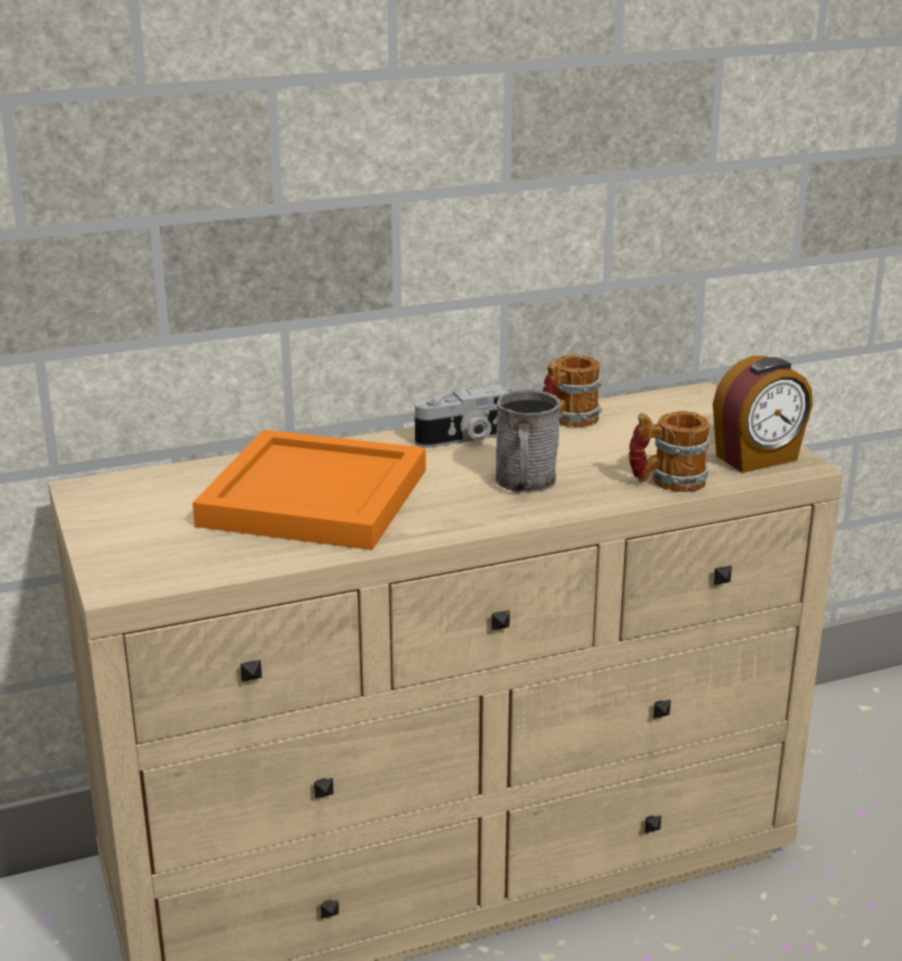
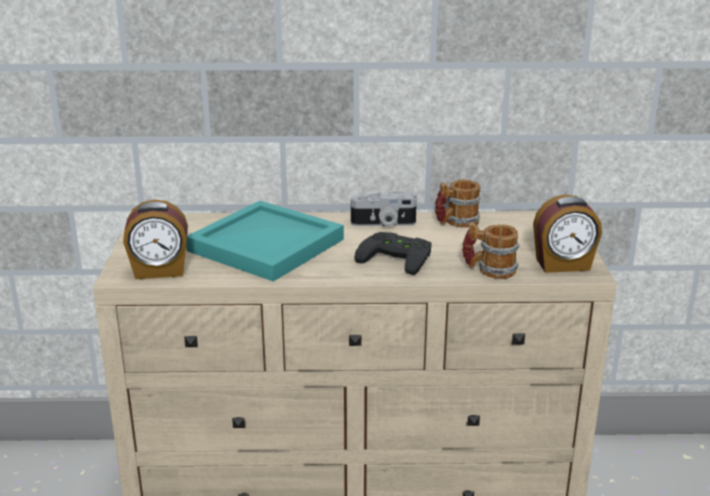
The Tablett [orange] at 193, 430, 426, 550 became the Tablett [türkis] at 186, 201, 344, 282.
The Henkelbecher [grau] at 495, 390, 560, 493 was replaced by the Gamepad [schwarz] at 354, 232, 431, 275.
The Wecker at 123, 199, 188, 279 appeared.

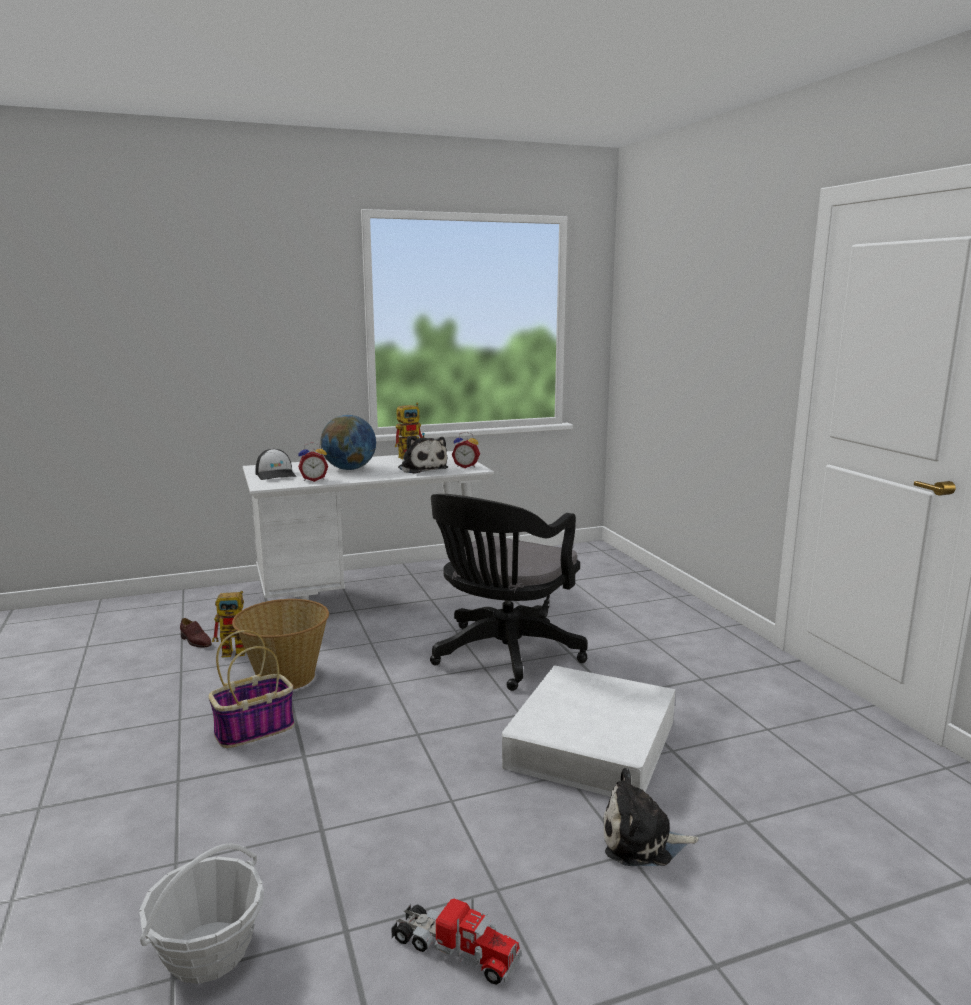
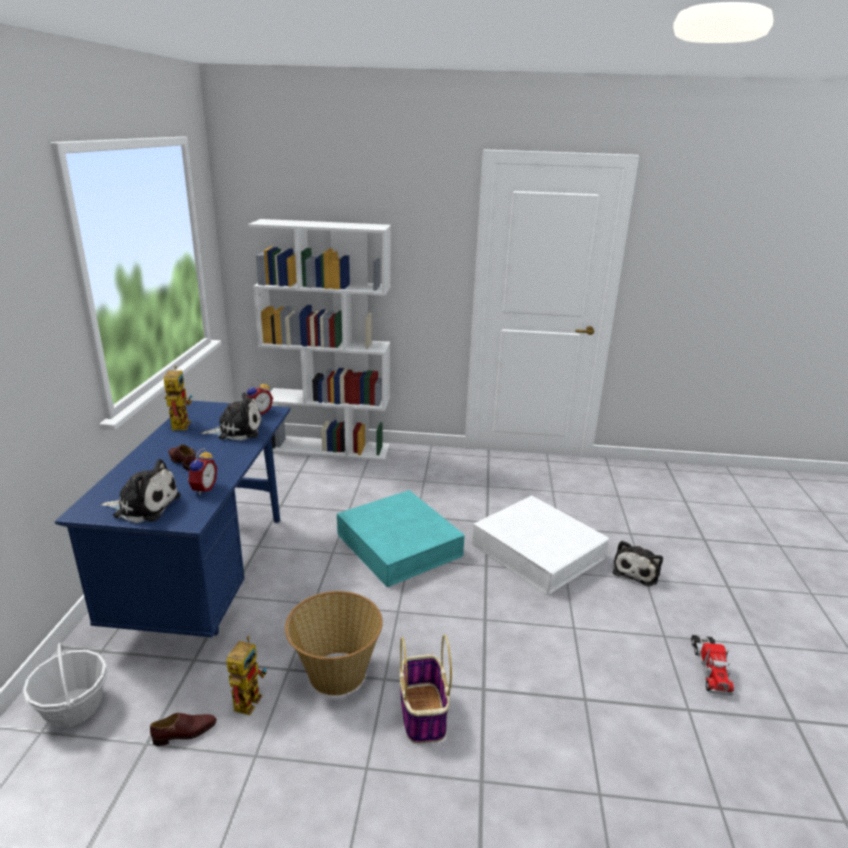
The Korb moved from 139, 843, 264, 984 to 23, 643, 108, 727.
The Schreibtisch [weiß] at 243, 451, 494, 600 became the Schreibtisch [blau] at 55, 401, 291, 637.
The Kappe at 255, 449, 296, 480 was replaced by the Plüschtier at 101, 459, 180, 523.
The Globus at 320, 415, 376, 470 was replaced by the Schuh [braun] at 169, 444, 196, 471.
The Spielzeuglaster at 391, 898, 521, 985 turned 135 degrees clockwise.
The Bürostuhl [schwarz] at 430, 494, 588, 691 was replaced by the Aufbewahrungsbox [türkis] at 337, 490, 465, 587.
The Bücherregal [weiß] at 248, 219, 391, 461 appeared.

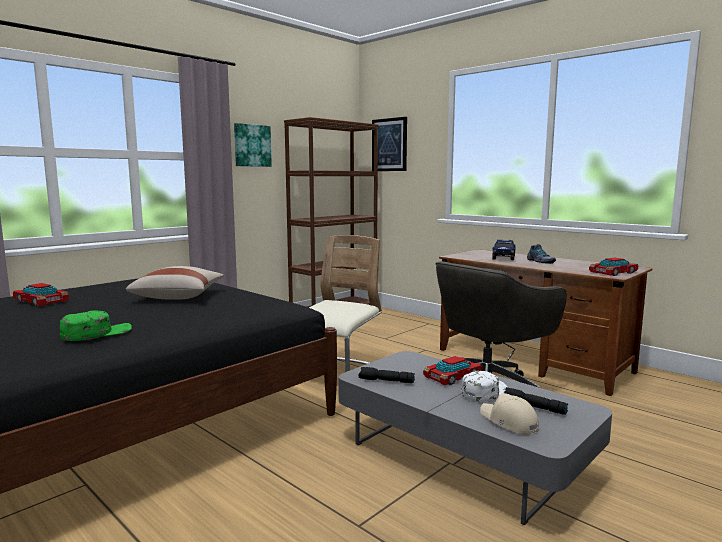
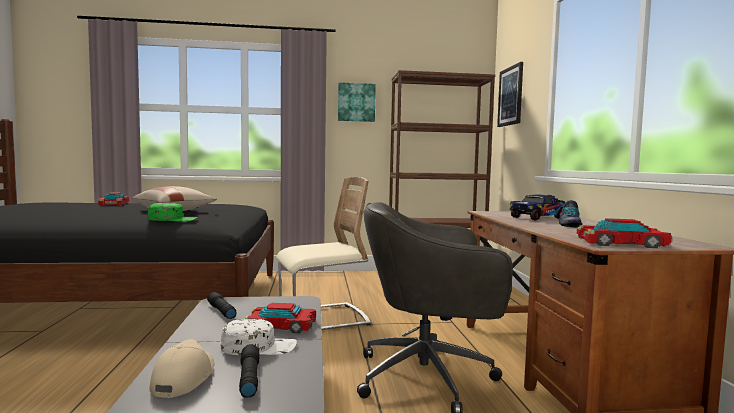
The Kappe [grün] moved from 60, 310, 132, 341 to 148, 203, 198, 222.

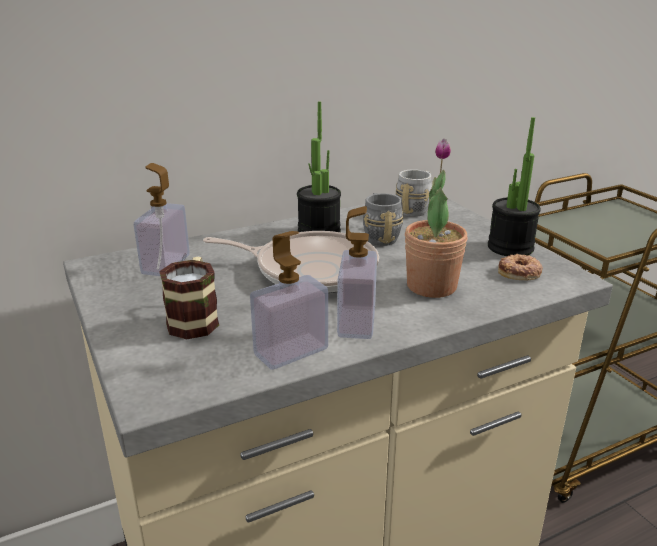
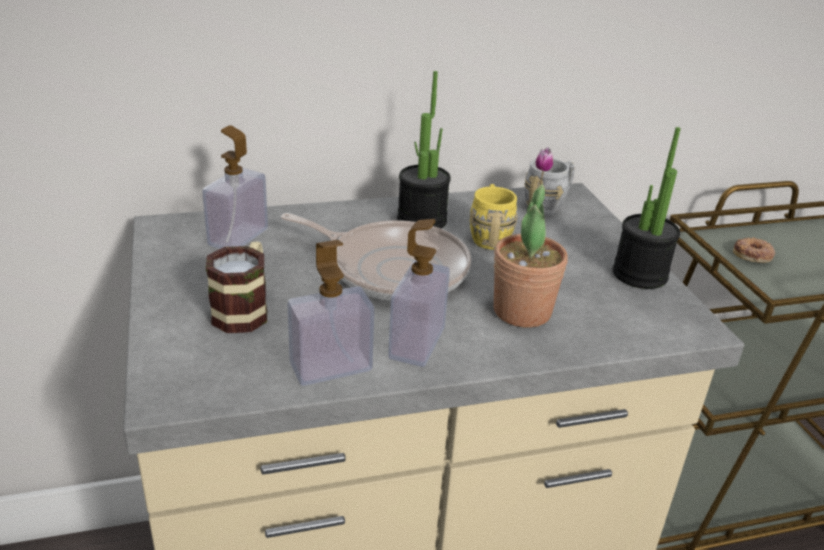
The Henkelbecher [grau] at 363, 193, 403, 246 became the Henkelbecher [gelb] at 470, 184, 518, 250.
The Donut moved from 498, 254, 543, 280 to 733, 237, 775, 263.

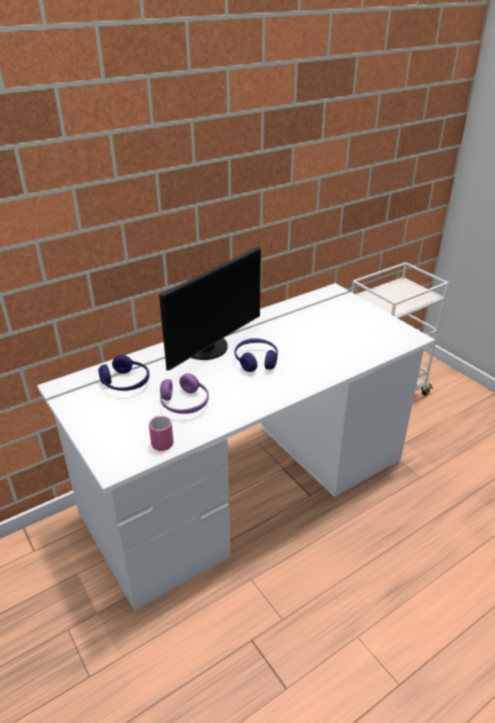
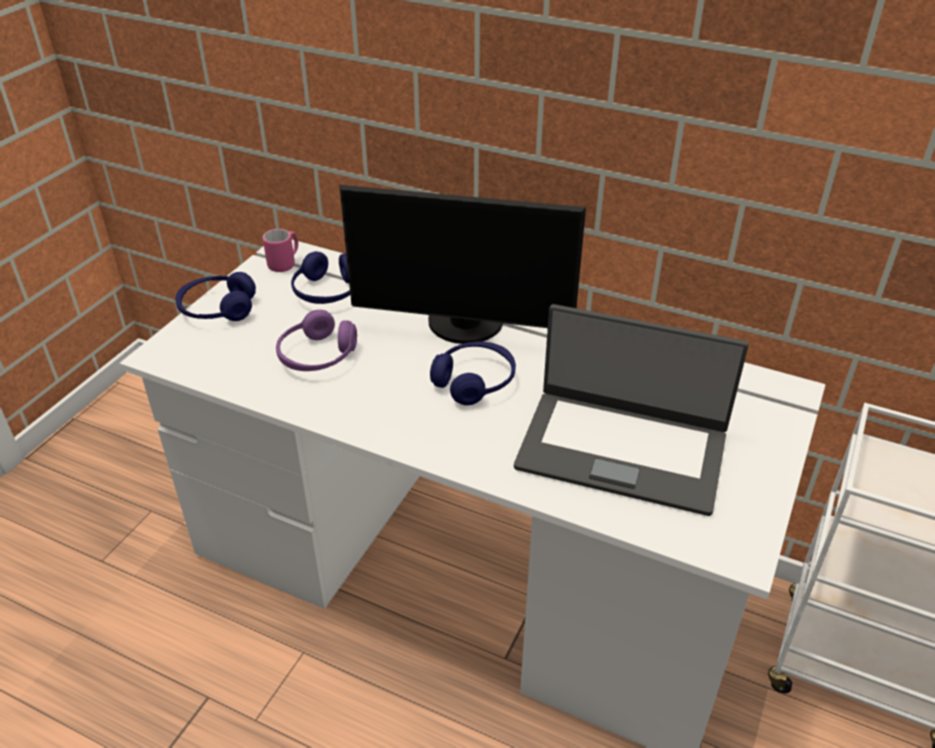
The Henkelbecher [rosa] moved from 149, 416, 173, 451 to 263, 229, 298, 272.
The Kopfhörer [blau] at 175, 272, 256, 321 appeared.
The Laptop at 514, 304, 749, 516 appeared.

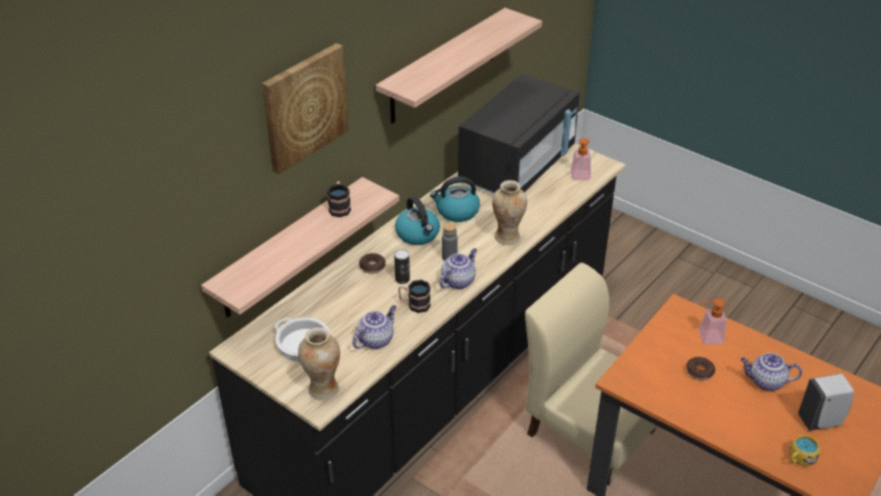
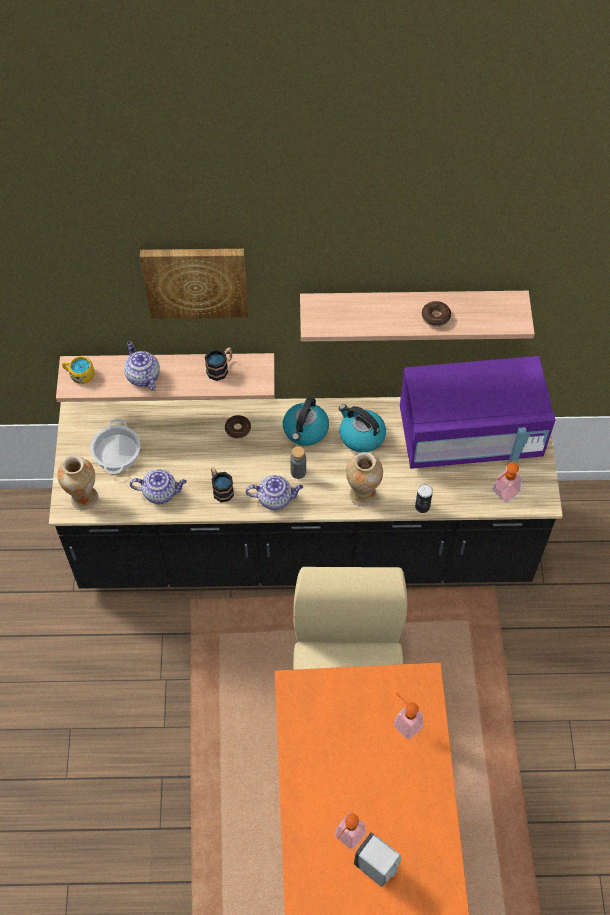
The Dose moved from 394, 249, 410, 284 to 415, 484, 433, 513.
The Mikrowelle [schwarz] at 458, 74, 580, 193 became the Mikrowelle [lila] at 400, 356, 556, 469.
The Donut moved from 686, 357, 715, 380 to 422, 301, 451, 327.
The Teekanne moved from 740, 353, 802, 391 to 124, 341, 160, 391.
The Henkelbecher [gelb] moved from 789, 435, 820, 466 to 62, 357, 95, 384.
The Seifenspender at 335, 813, 366, 849 appeared.

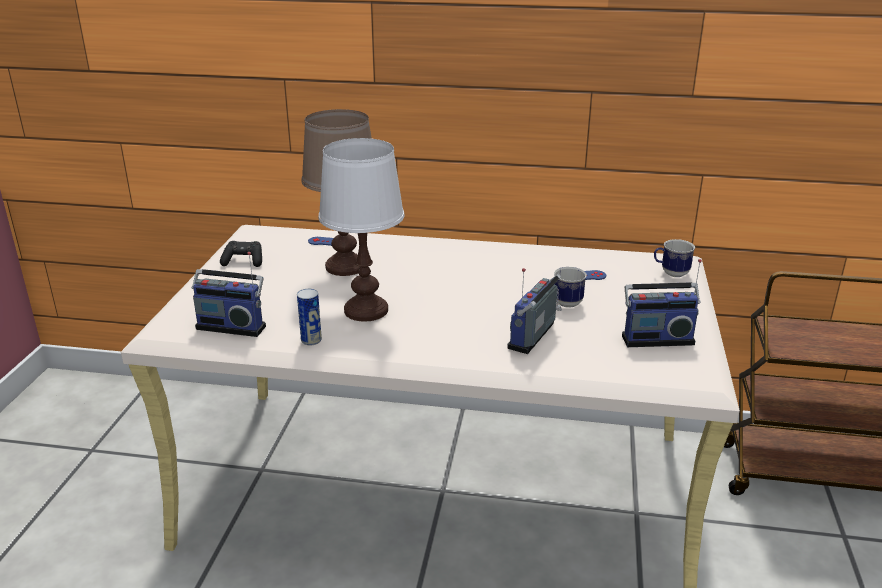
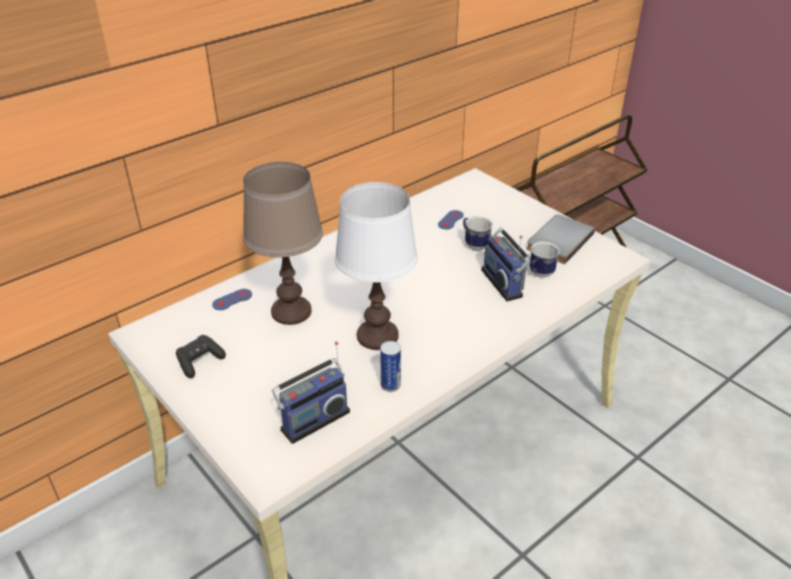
The Radio at 622, 259, 702, 347 was replaced by the Buch [grau] at 526, 214, 595, 264.
The Henkelbecher moved from 654, 239, 695, 277 to 530, 241, 560, 278.

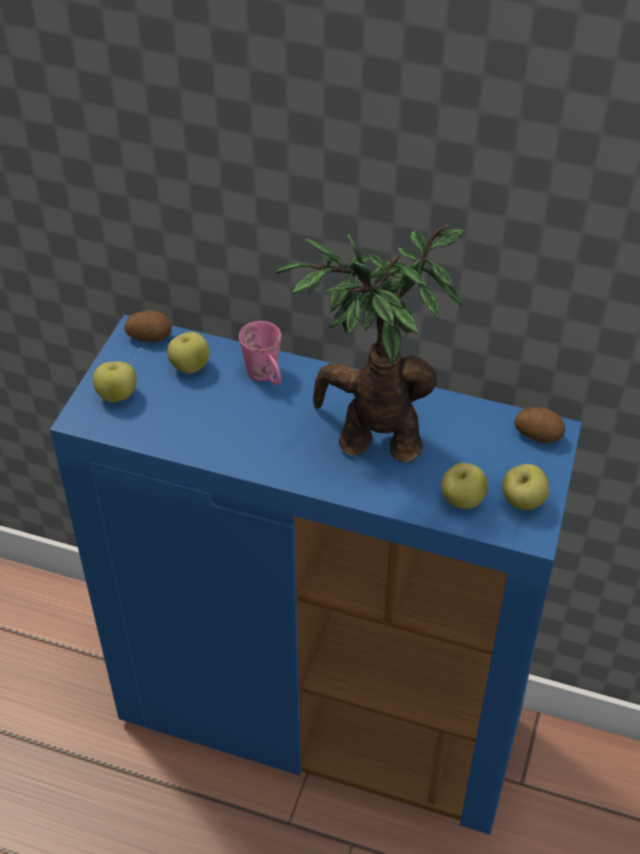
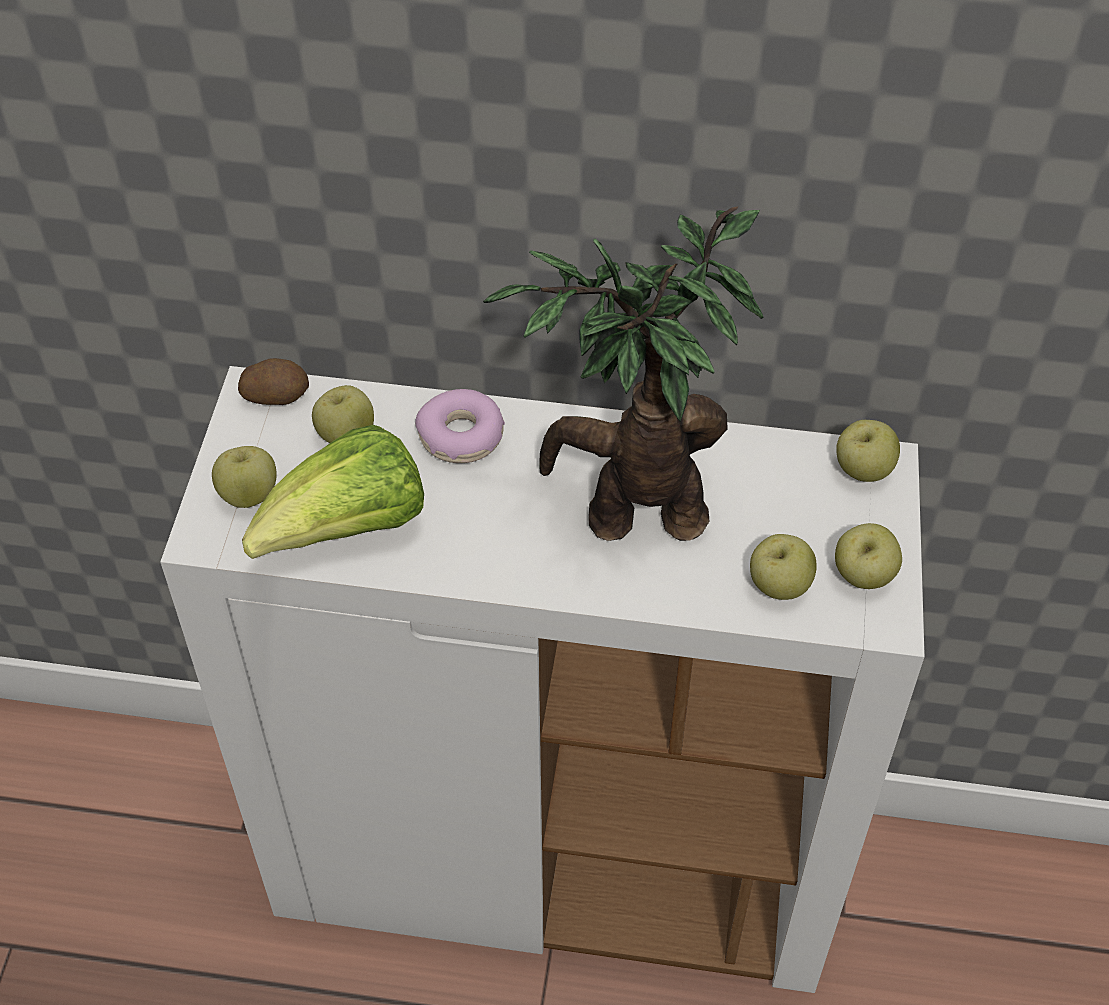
The Schrank [blau] at 50, 314, 582, 835 became the Schrank [weiß] at 160, 366, 925, 993.
The Henkelbecher [rosa] at 239, 321, 281, 385 was replaced by the Donut at 415, 389, 505, 463.
The Kartoffel at 514, 407, 565, 443 was replaced by the Apfel at 836, 420, 900, 482.
The Salatkopf at 242, 425, 424, 559 appeared.

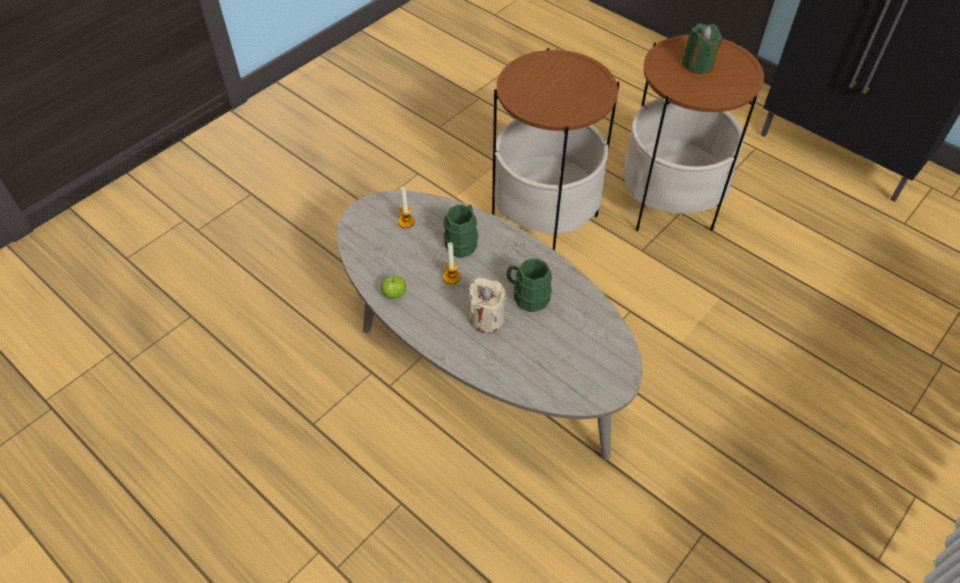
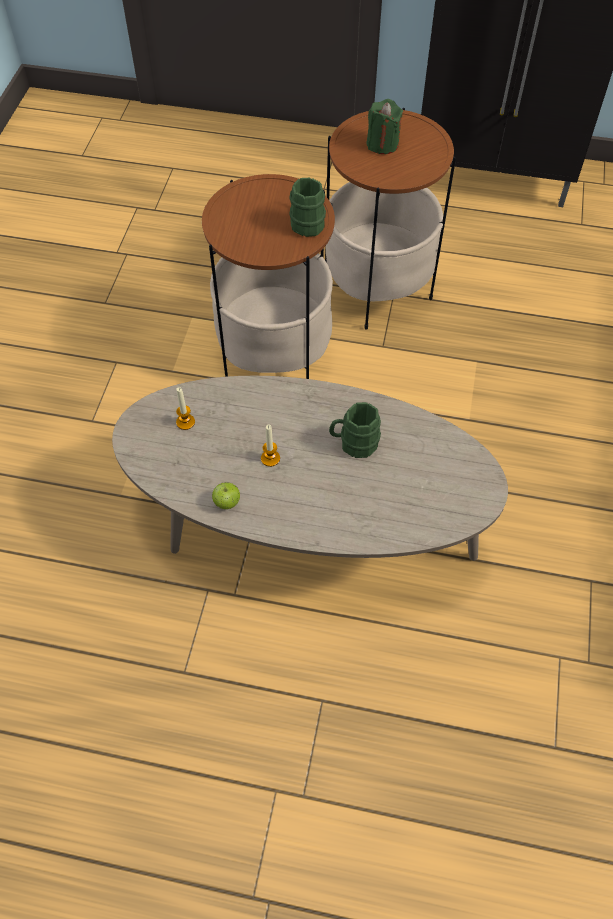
The Henkelbecher [grün] moved from 443, 204, 478, 258 to 289, 178, 326, 237.
The Kerze [beige] at 469, 277, 505, 333 disappeared.

